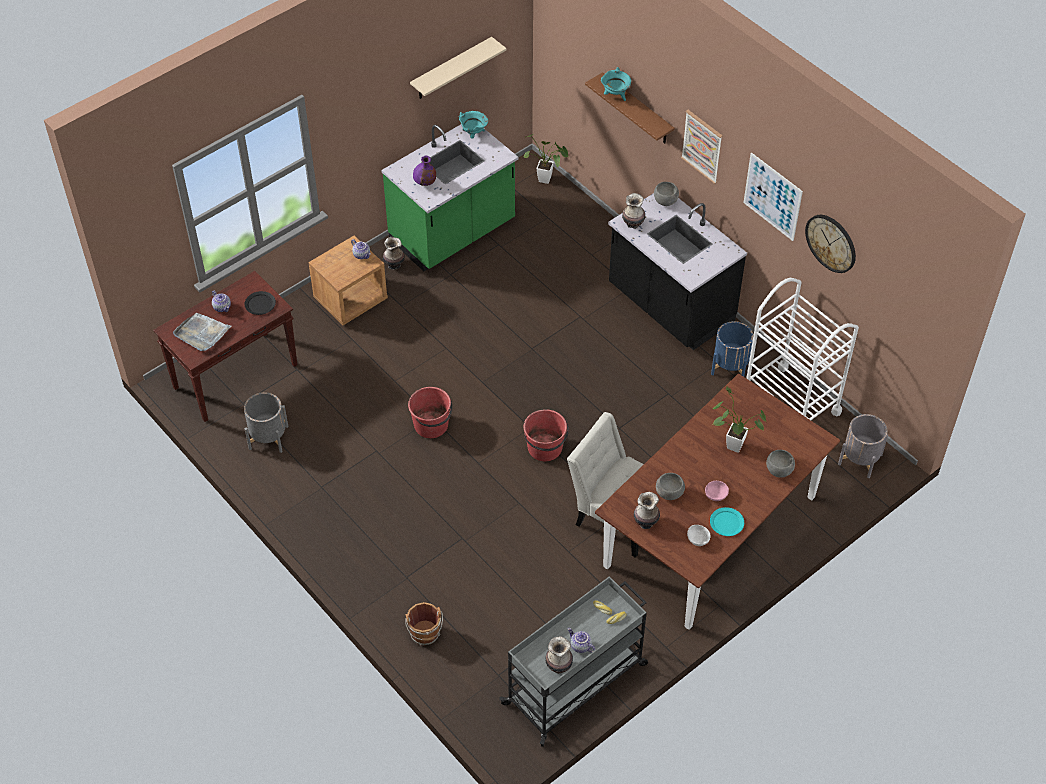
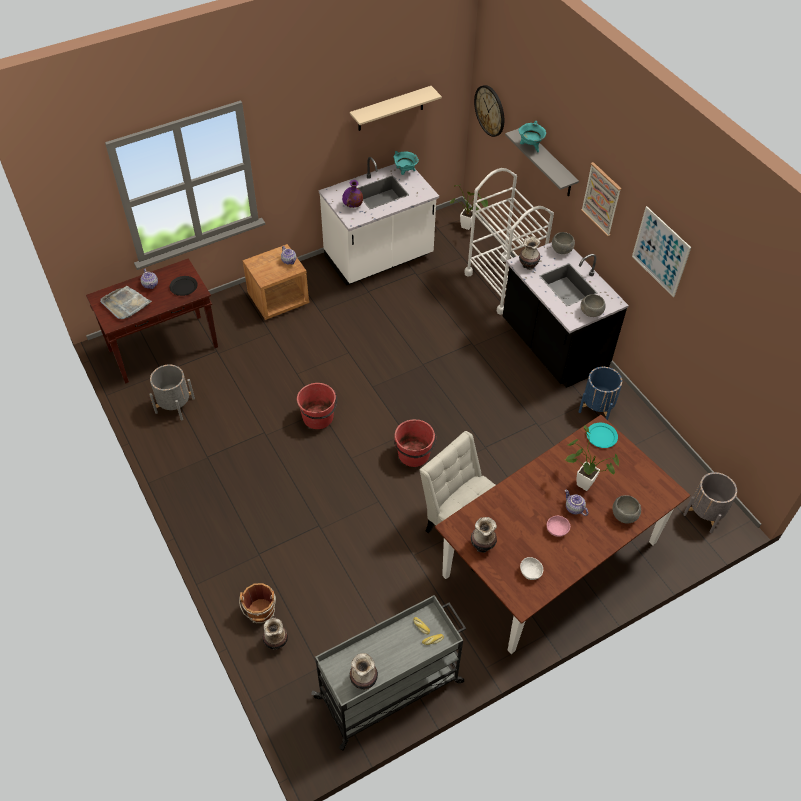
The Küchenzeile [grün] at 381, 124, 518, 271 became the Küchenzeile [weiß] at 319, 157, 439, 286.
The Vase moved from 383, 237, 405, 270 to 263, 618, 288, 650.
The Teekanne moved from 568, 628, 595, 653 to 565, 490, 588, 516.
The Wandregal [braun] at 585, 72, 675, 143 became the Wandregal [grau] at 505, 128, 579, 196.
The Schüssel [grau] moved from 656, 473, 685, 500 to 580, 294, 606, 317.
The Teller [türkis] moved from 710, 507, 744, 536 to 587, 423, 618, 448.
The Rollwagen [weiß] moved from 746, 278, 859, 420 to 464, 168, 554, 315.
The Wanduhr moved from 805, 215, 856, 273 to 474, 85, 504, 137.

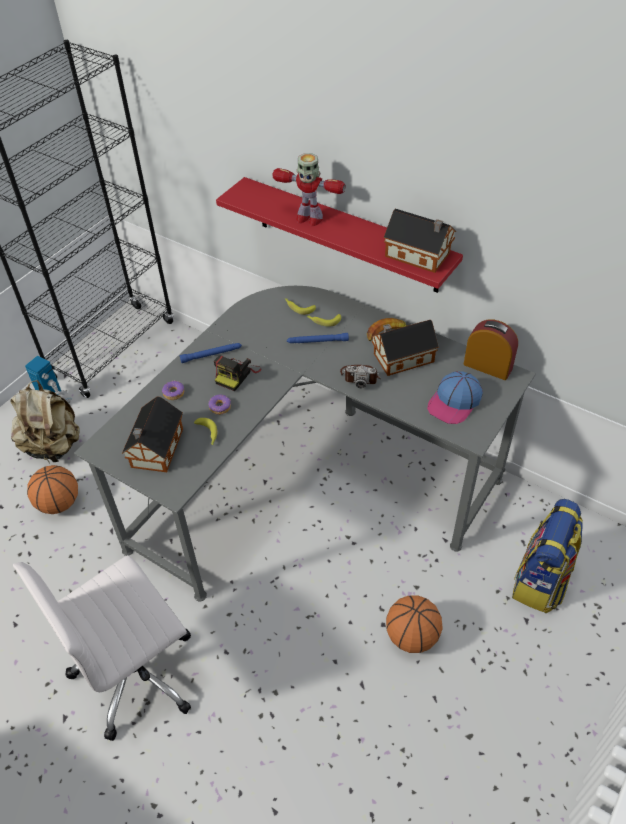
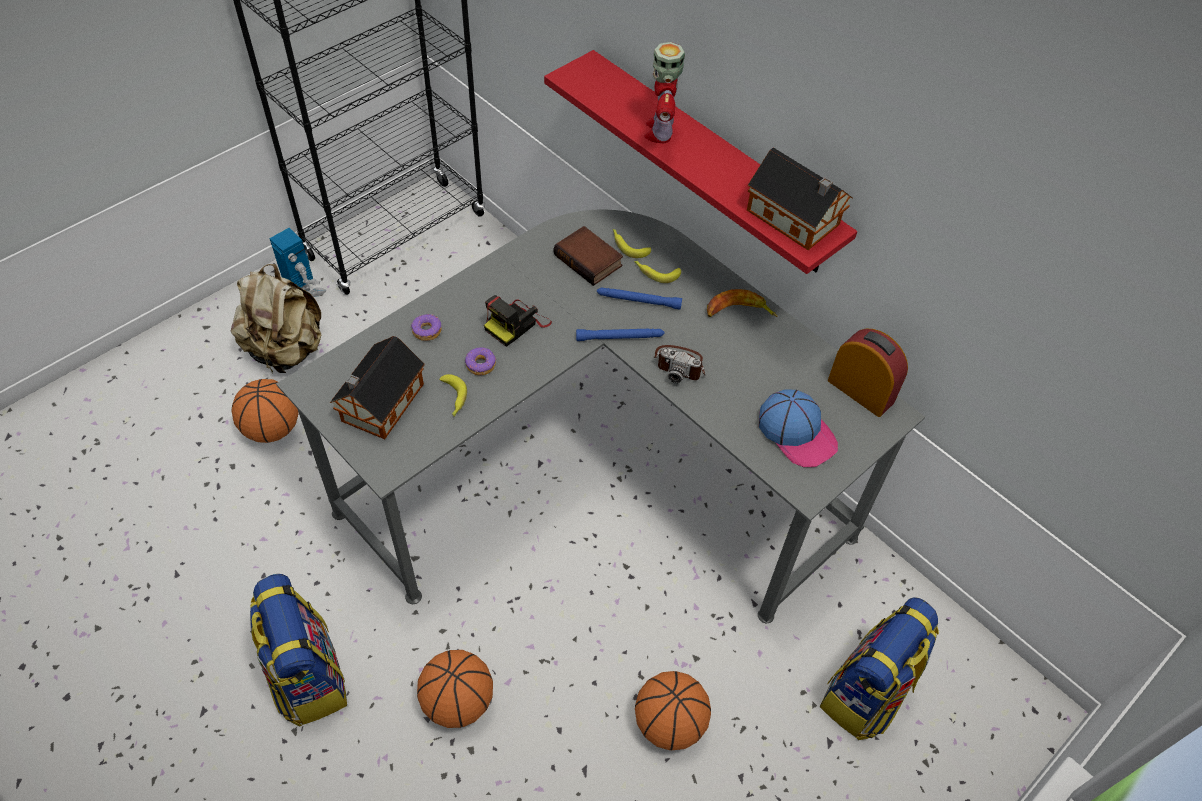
The Bürostuhl [weiß] at 13, 555, 191, 741 was replaced by the Rucksack at 250, 574, 347, 726.
The Taschenlampe [blau] moved from 180, 343, 242, 363 to 576, 329, 665, 341.
The Spielzeugroboter at 273, 153, 346, 226 turned 60 degrees clockwise.
The Spielzeughaus at 372, 320, 439, 376 disappeared.
The Kappe at 427, 371, 483, 424 turned 90 degrees counterclockwise.
The Basketball at 417, 650, 493, 728 appeared.
The Buch at 554, 226, 623, 286 appeared.

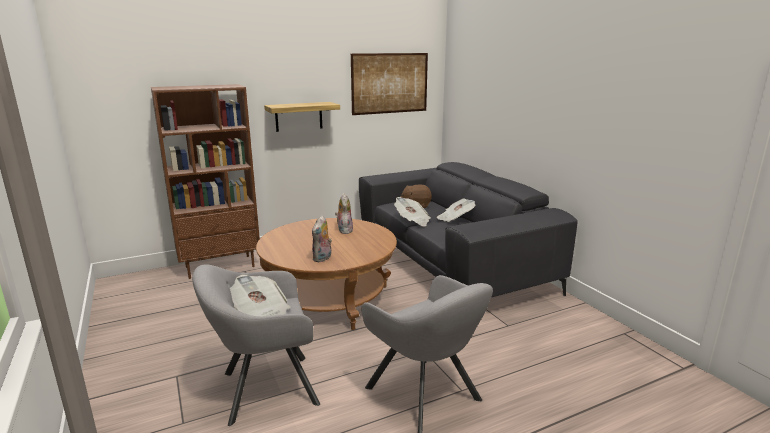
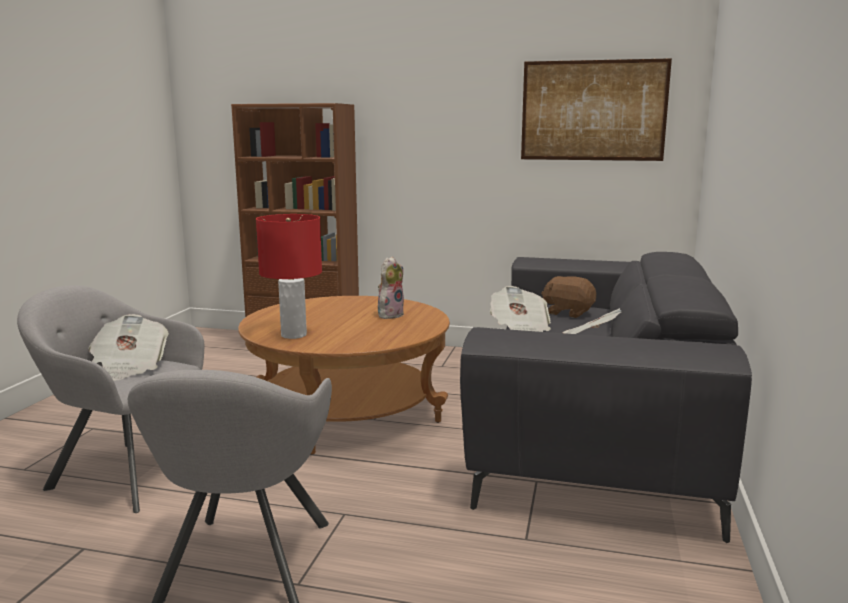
The Wandregal at 264, 102, 340, 132 disappeared.
The Plüschtier at 312, 215, 332, 262 was replaced by the Tischlampe [rot] at 256, 214, 322, 339.

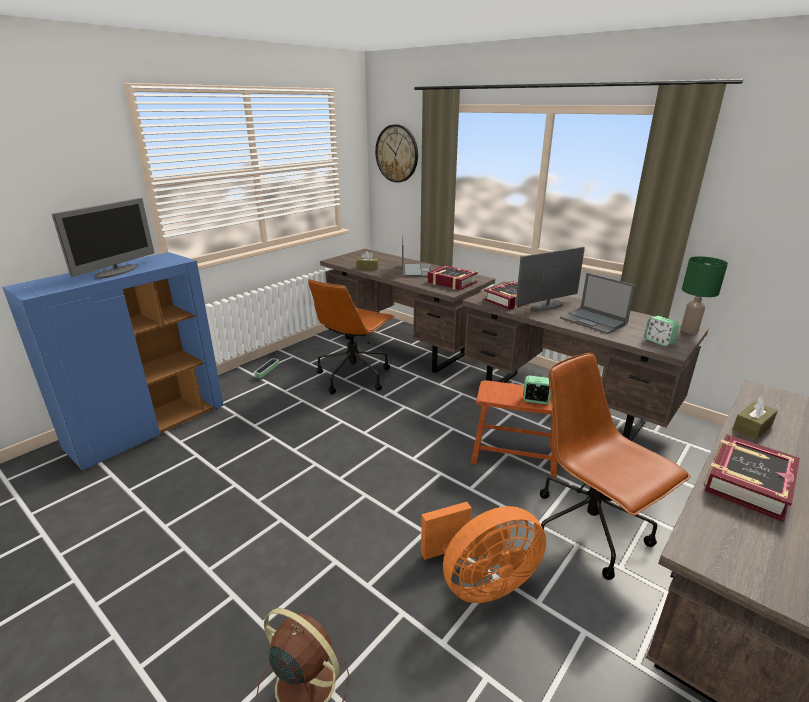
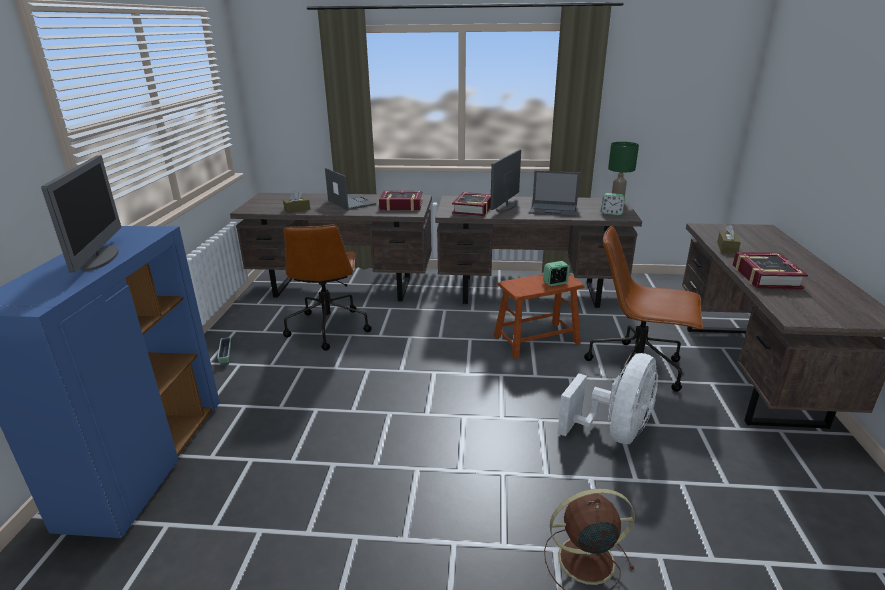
The Wanduhr at 375, 124, 418, 183 disappeared.
The Ventilator [orange] at 421, 502, 546, 603 became the Ventilator [weiß] at 558, 353, 658, 444.

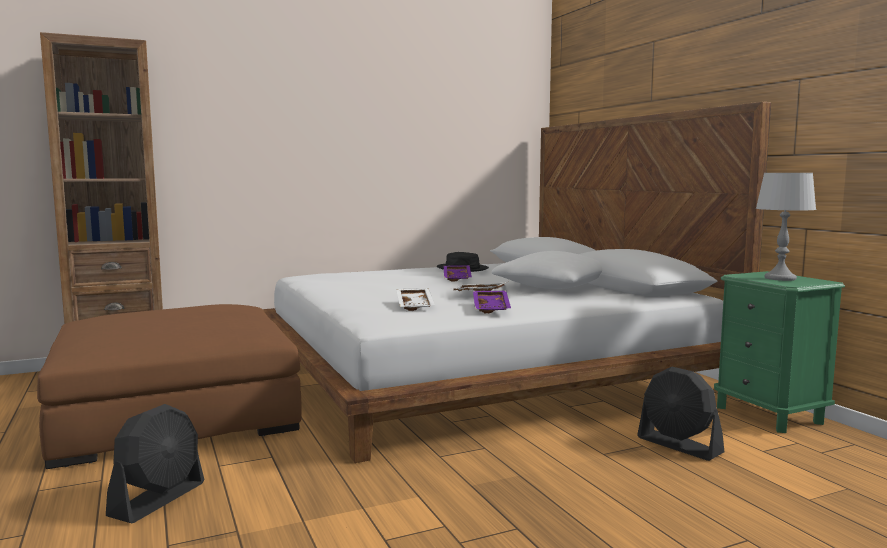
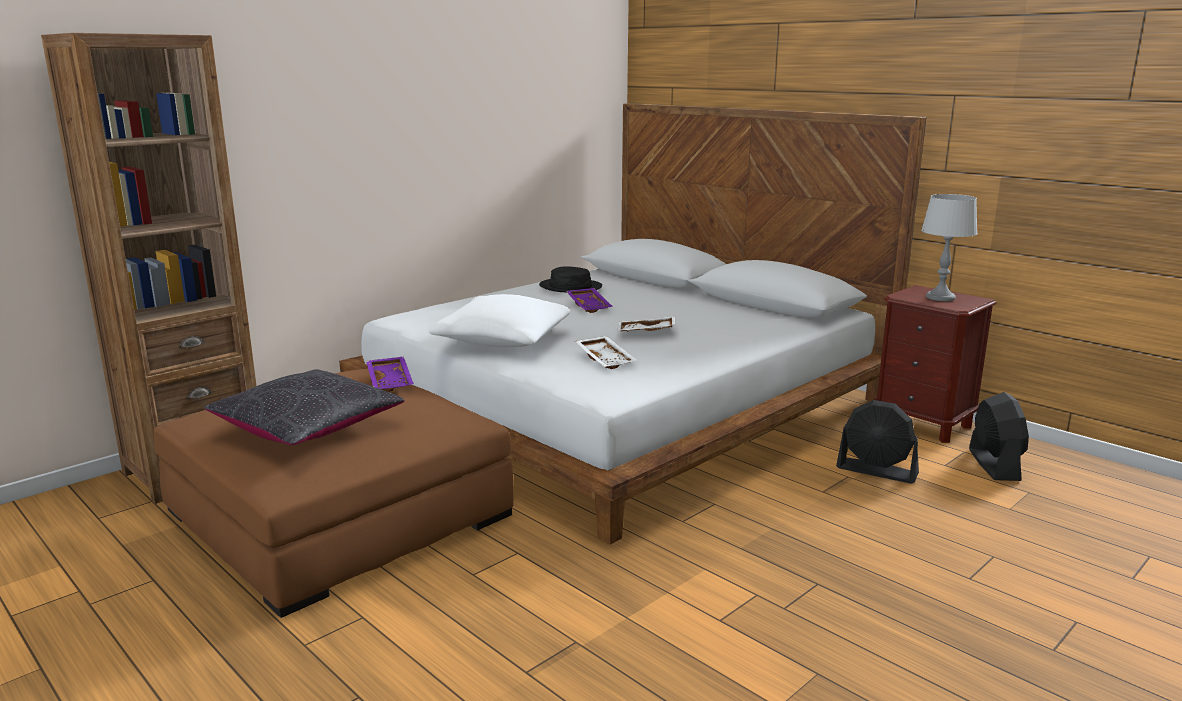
The Ventilator [schwarz] moved from 106, 404, 205, 523 to 969, 392, 1029, 481.
The Tablett [lila] moved from 473, 290, 511, 313 to 366, 357, 414, 392.
The Kissen [weiß] moved from 492, 251, 602, 289 to 429, 294, 570, 347.
The Nachttisch [grün] at 714, 271, 845, 433 became the Nachttisch [braun] at 873, 285, 996, 443.
The Kissen [schwarz] at 204, 369, 404, 445 appeared.

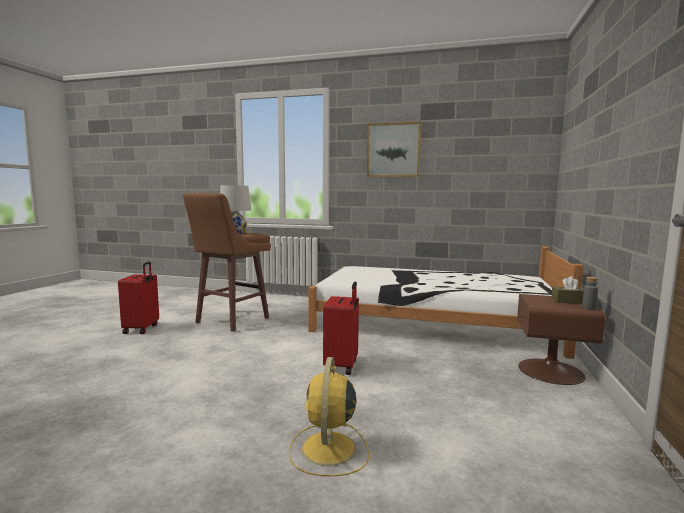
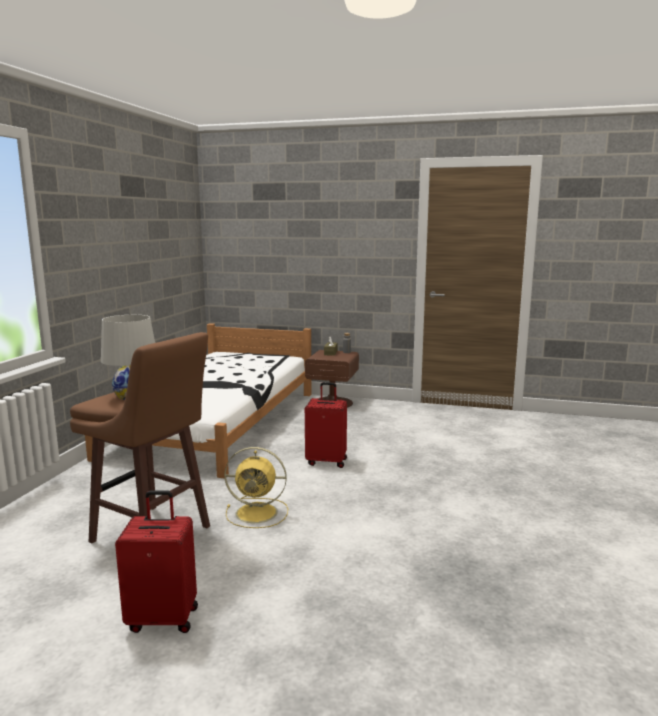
The Ventilator [gelb] moved from 289, 357, 369, 476 to 224, 447, 288, 528.
The Bild at 367, 122, 421, 177 disappeared.

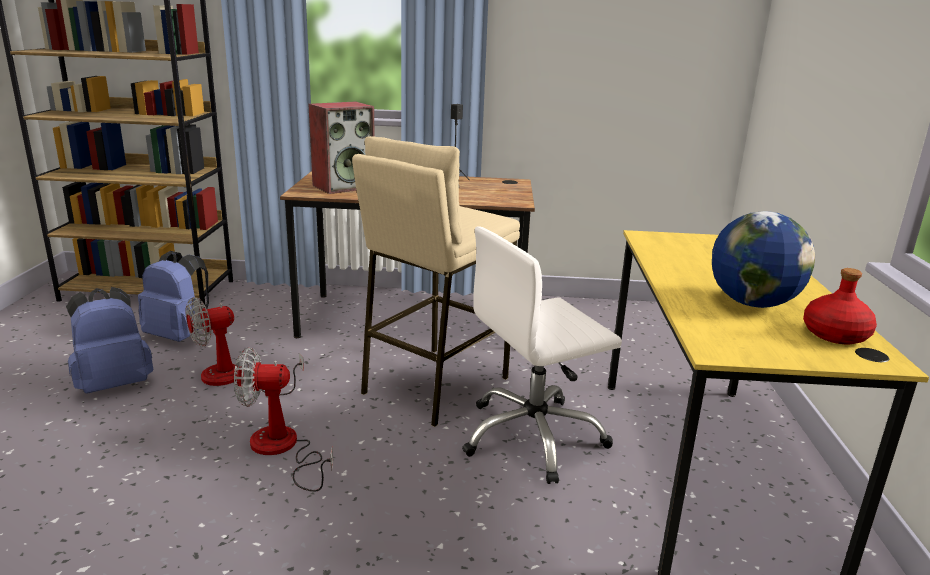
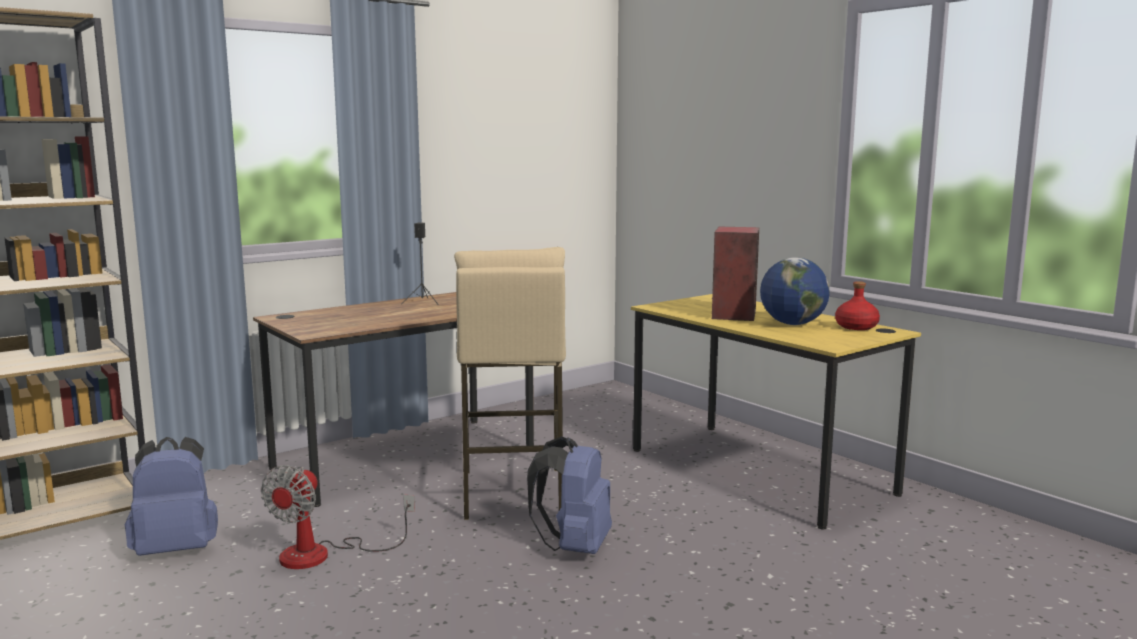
The Rucksack [blau] moved from 66, 287, 153, 394 to 527, 436, 612, 554.
The Ventilator at 234, 347, 333, 492 disappeared.
The Lautsprecher moved from 308, 101, 375, 194 to 712, 226, 759, 321.
The Bürostuhl [weiß] at 462, 226, 622, 484 disappeared.

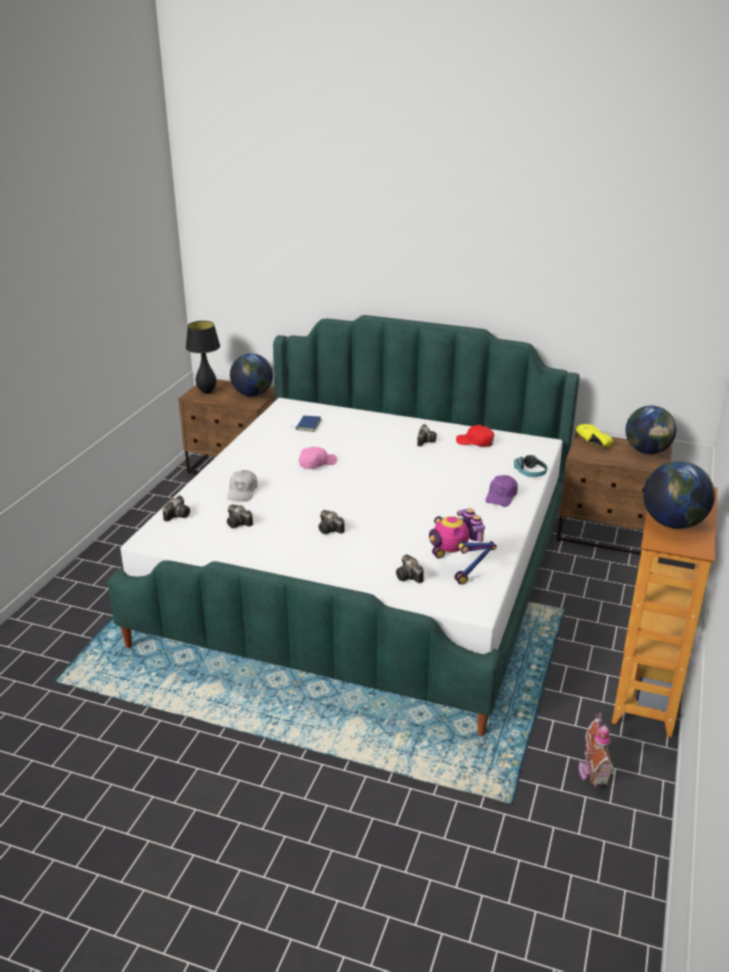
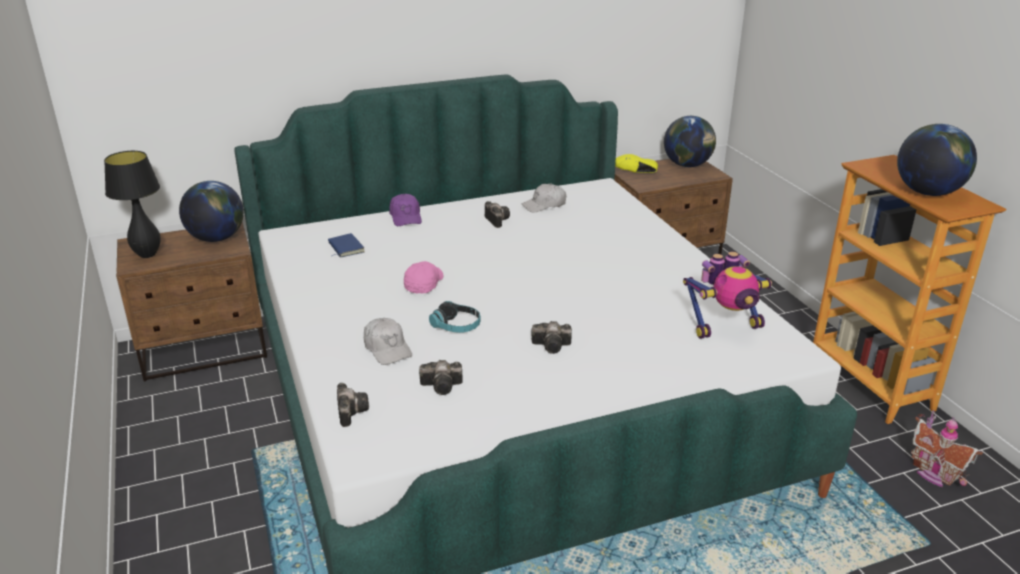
The Kamera at 396, 554, 424, 583 disappeared.
The Spielzeugroboter at 429, 508, 497, 585 turned 45 degrees counterclockwise.
The Kappe [rot] at 456, 425, 494, 447 became the Kappe [weiß] at 522, 184, 566, 212.
The Kappe [lila] moved from 485, 475, 518, 507 to 389, 194, 422, 226.
The Kopfhörer moved from 514, 455, 547, 477 to 429, 301, 480, 333.

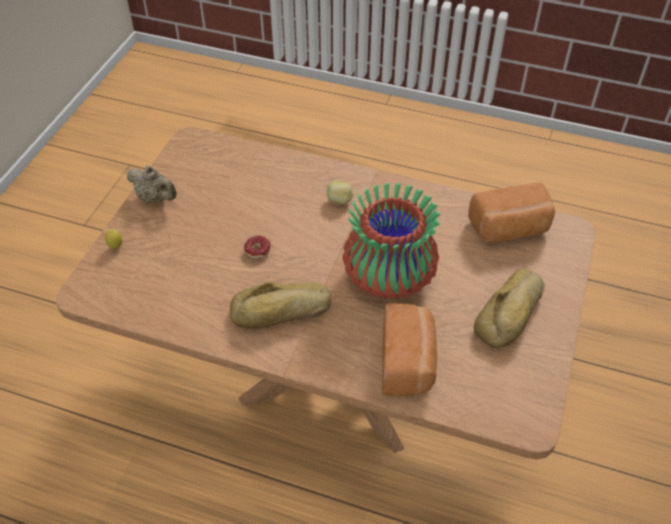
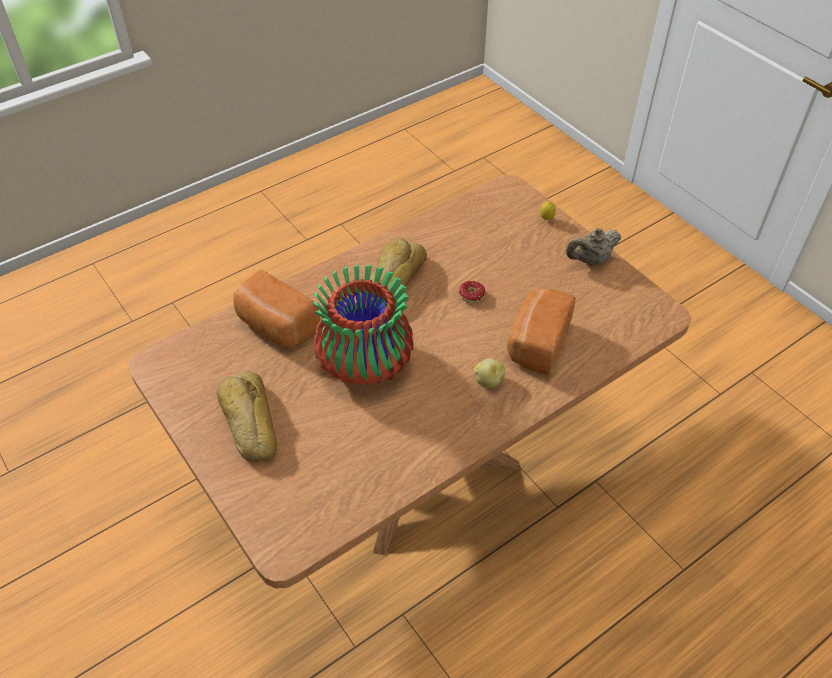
The Brot moved from 468, 182, 555, 242 to 507, 288, 576, 375.

